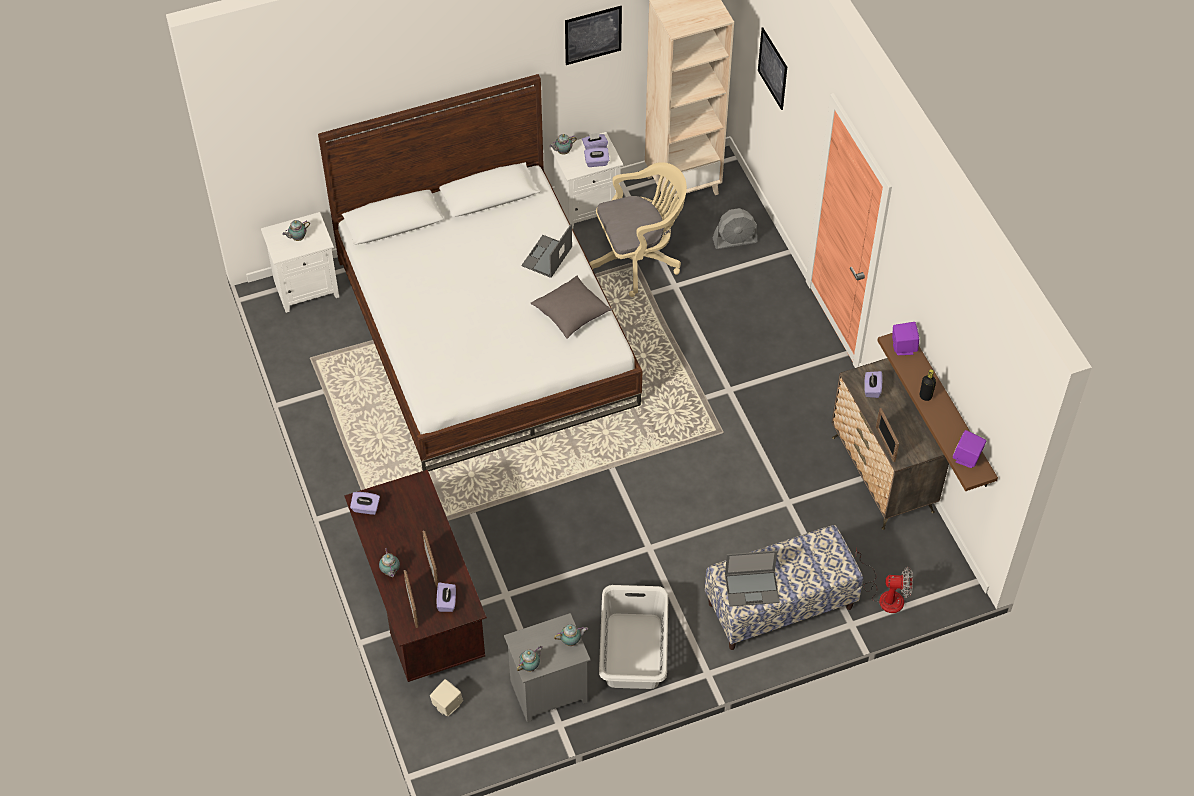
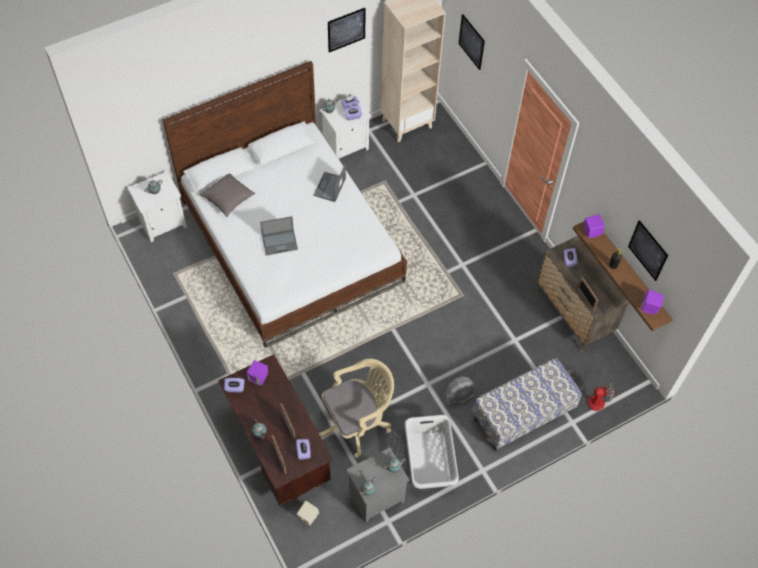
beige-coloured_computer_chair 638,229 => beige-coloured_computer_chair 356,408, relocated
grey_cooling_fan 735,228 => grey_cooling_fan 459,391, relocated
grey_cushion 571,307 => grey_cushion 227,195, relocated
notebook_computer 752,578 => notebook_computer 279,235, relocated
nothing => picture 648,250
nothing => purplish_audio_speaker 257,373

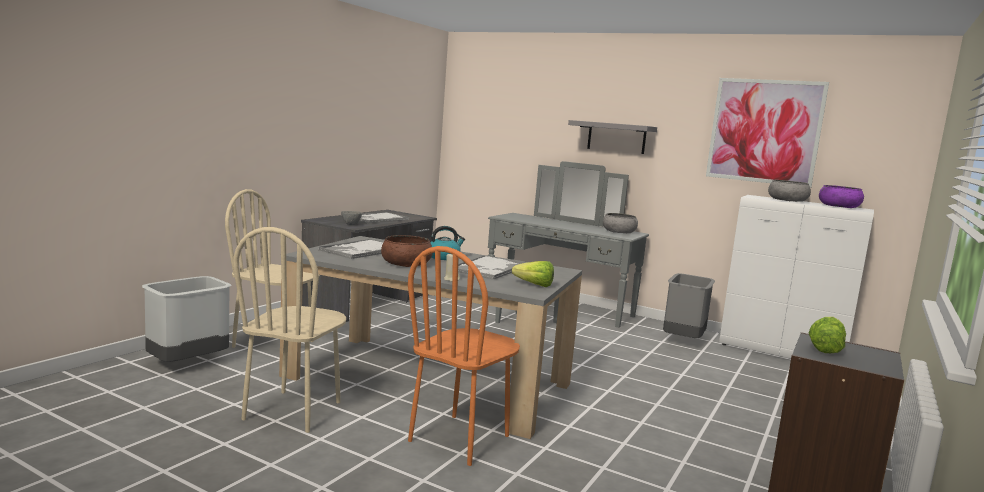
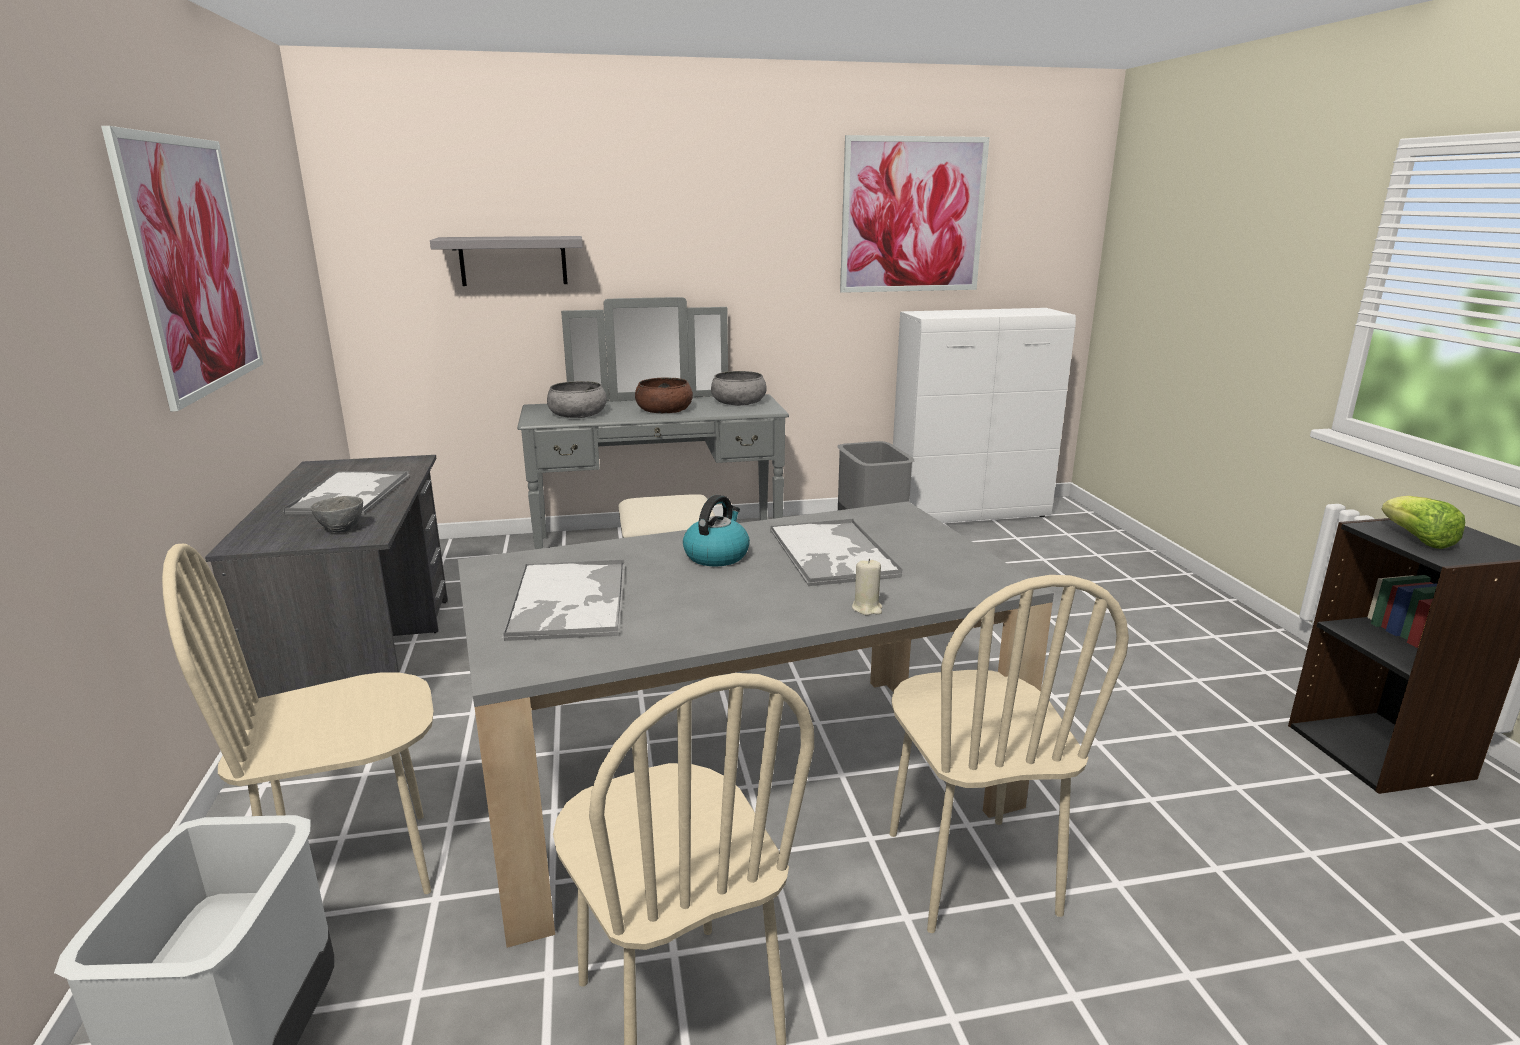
grey_shelf 612,137 => grey_shelf 506,261, relocated
grey_deep_dish 789,191 => grey_deep_dish 577,399, relocated
purplish_deep_dish 841,196 => nothing
brown_deep_dish 407,251 => brown_deep_dish 664,395, relocated
orange_chair 464,356 => beige-coloured_chair 1009,754
lettuce_head 533,274 => nothing
nothing => picture 182,268

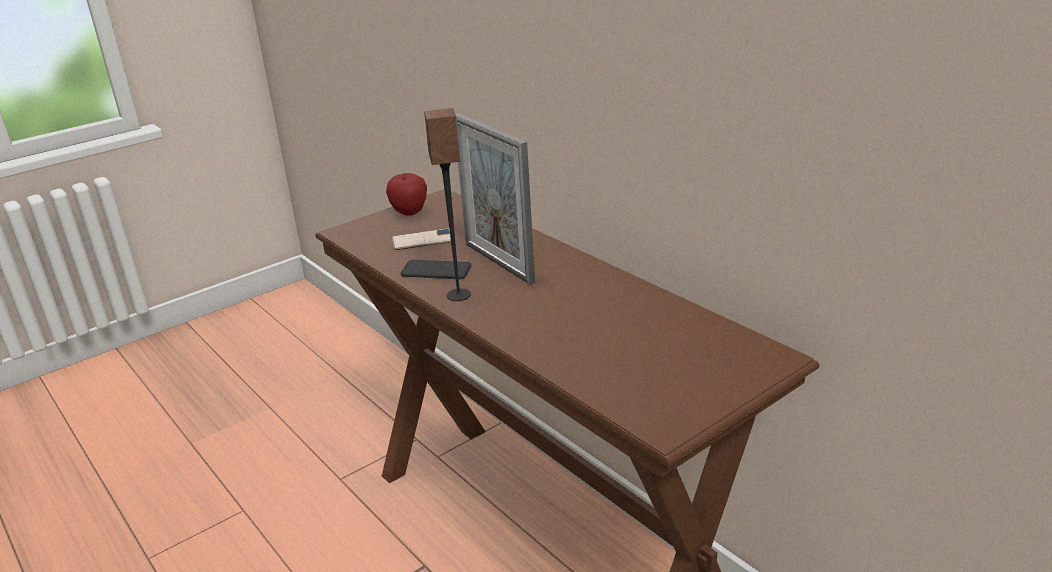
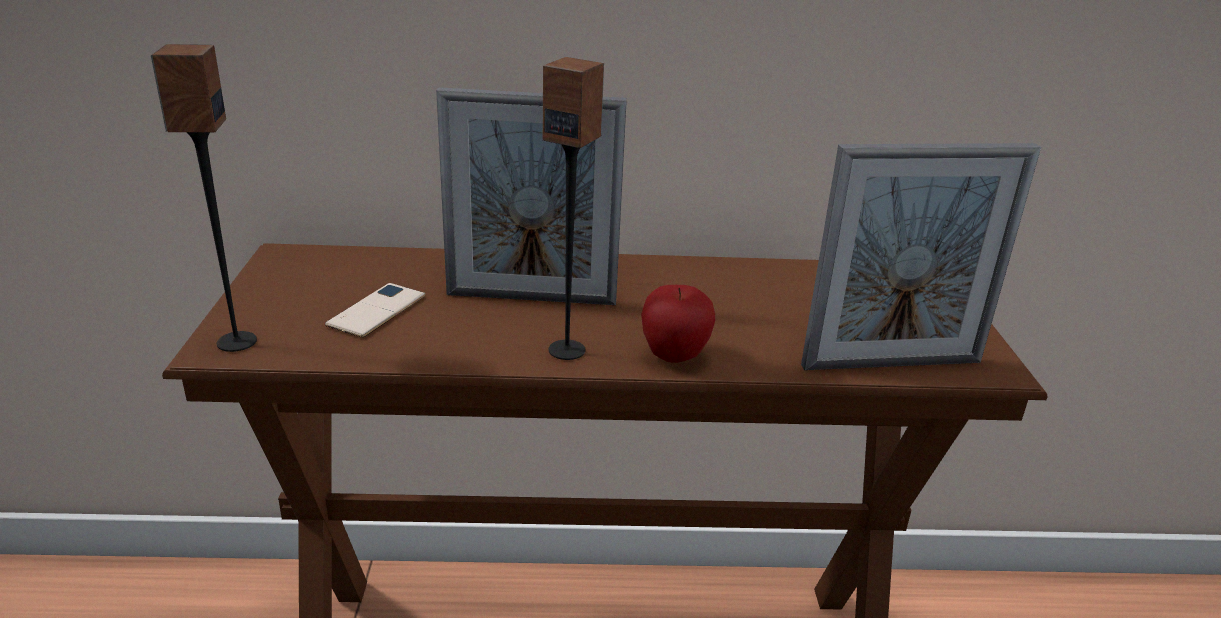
whole_apple 406,194 => whole_apple 678,324, relocated
telephone 435,269 => nothing
nothing => audio_speaker 204,198
nothing => standing_frame 921,256

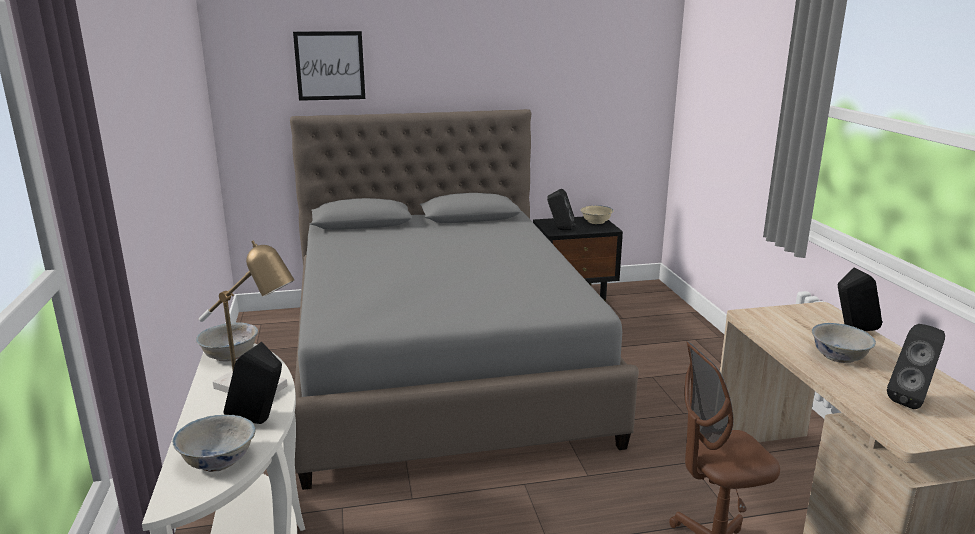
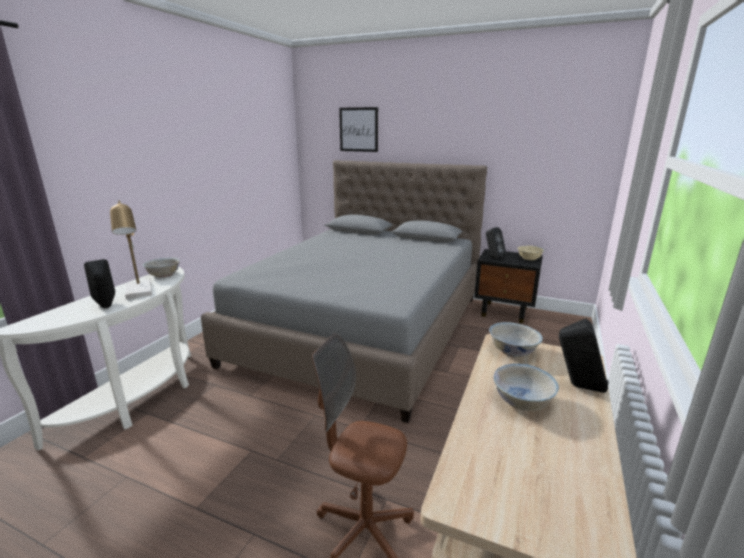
black_audio_speaker 916,366 => nothing
white_deep_dish 214,443 => white_deep_dish 516,339, relocated

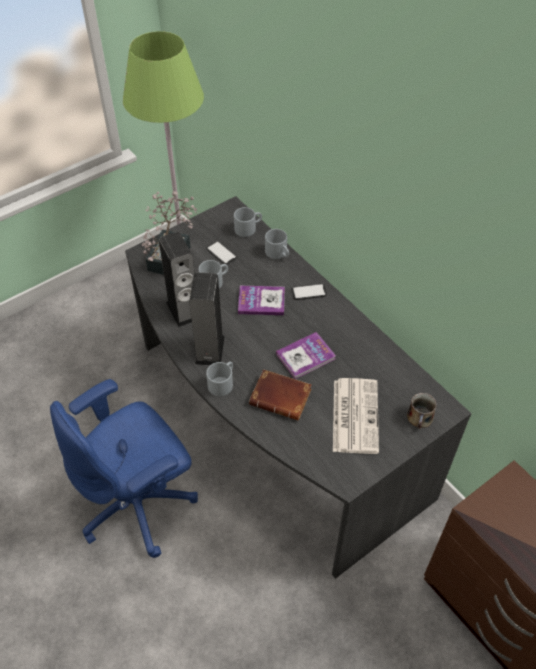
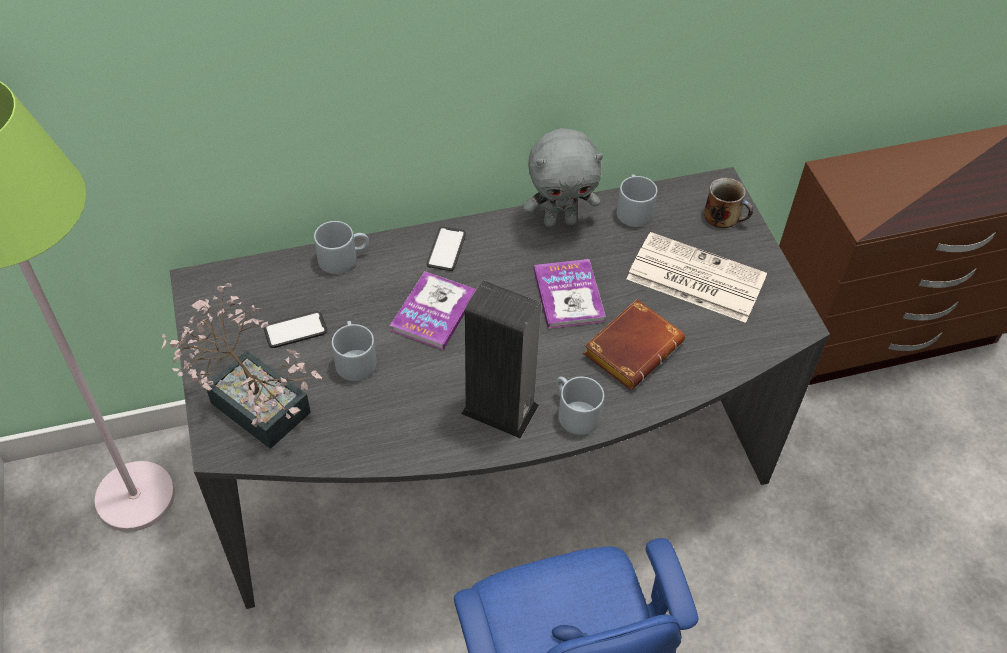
grey_tea_mug 248,222 => grey_tea_mug 637,200, relocated
audio_speaker 177,279 => nothing
nothing => grey_cuddly_toy 563,178

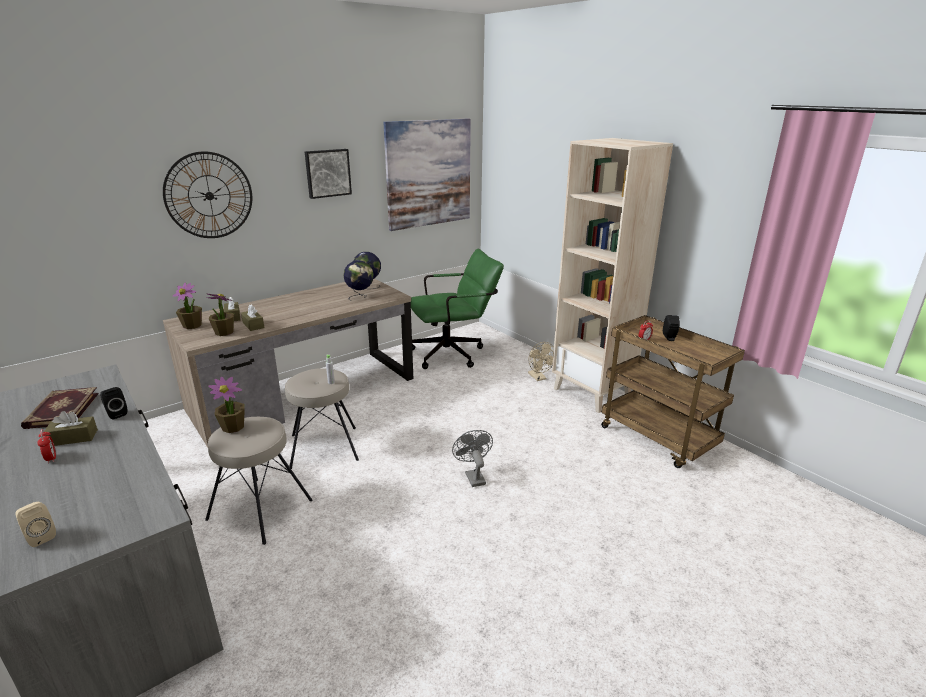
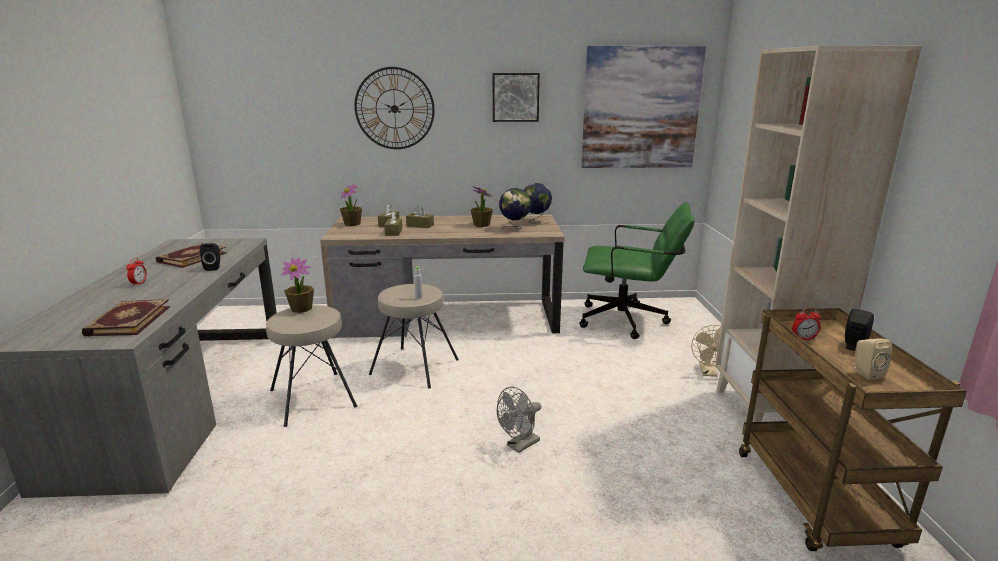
plant_in_a_pot 220,314 => plant_in_a_pot 482,206, relocated
brown_box_of_tissues 71,428 => brown_box_of_tissues 420,216, relocated
grey_cooling_fan 472,458 => grey_cooling_fan 519,419, 150 degrees counterclockwise
beige-coloured_audio_speaker 35,524 => beige-coloured_audio_speaker 872,359, relocated
nothing => book 126,318

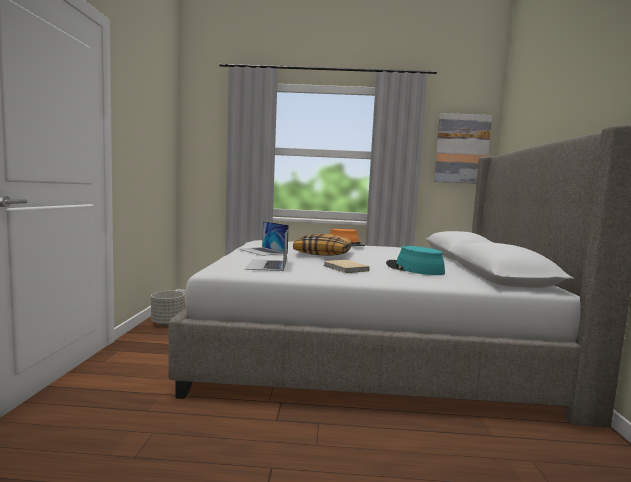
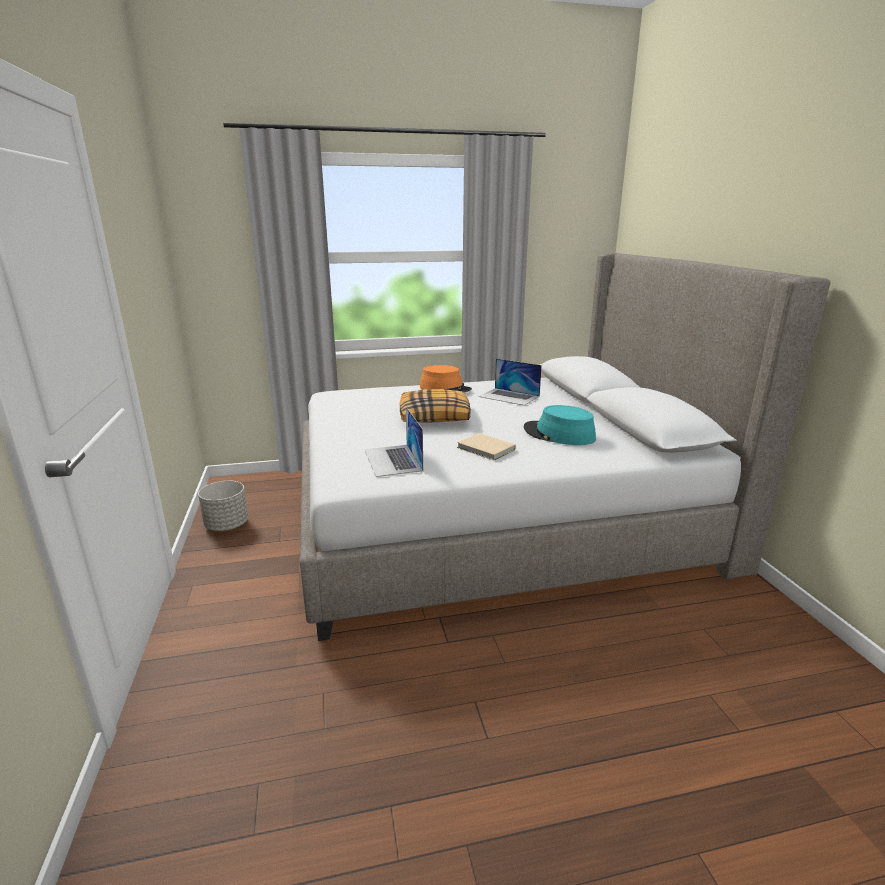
picture 463,148 => nothing
notebook_computer 264,238 => notebook_computer 510,382, relocated

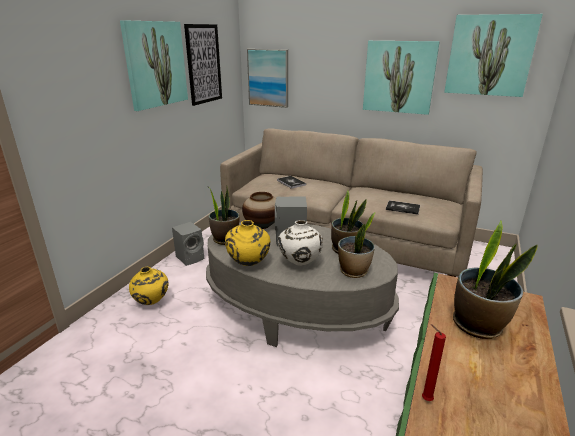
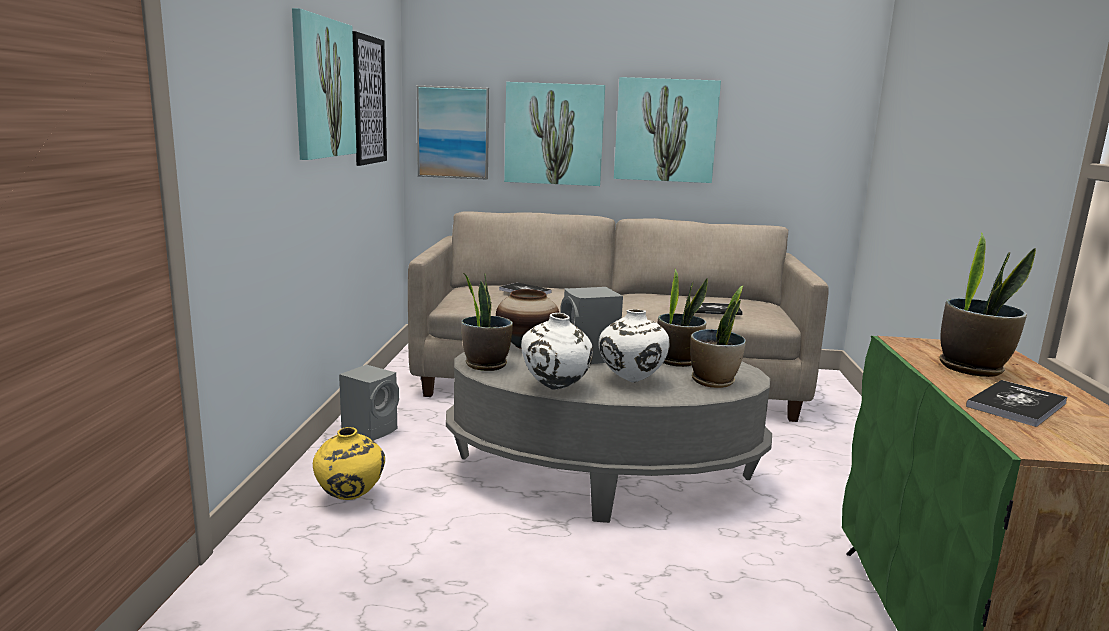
picture 493,55 => picture 554,134, relocated
yellow-coloured_decorative_vase 247,243 => white_decorative_vase 557,351
reddish_wax_candle 434,362 => nothing
nothing => book 1016,403

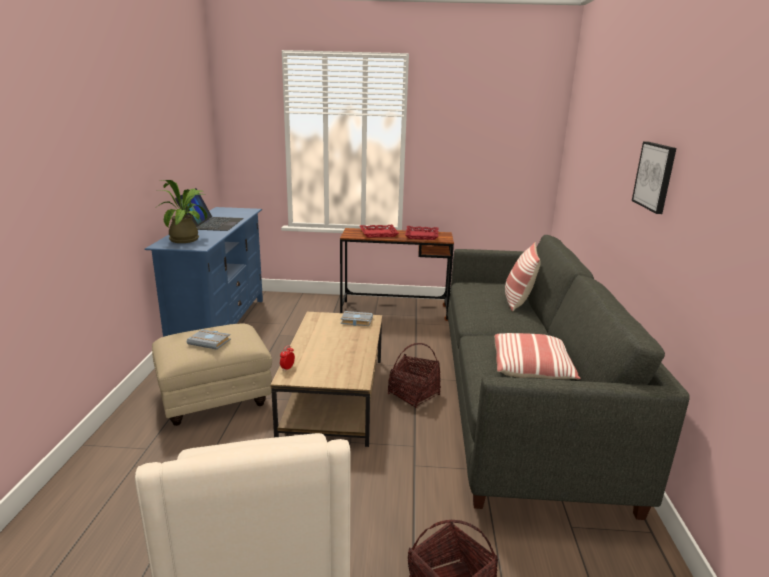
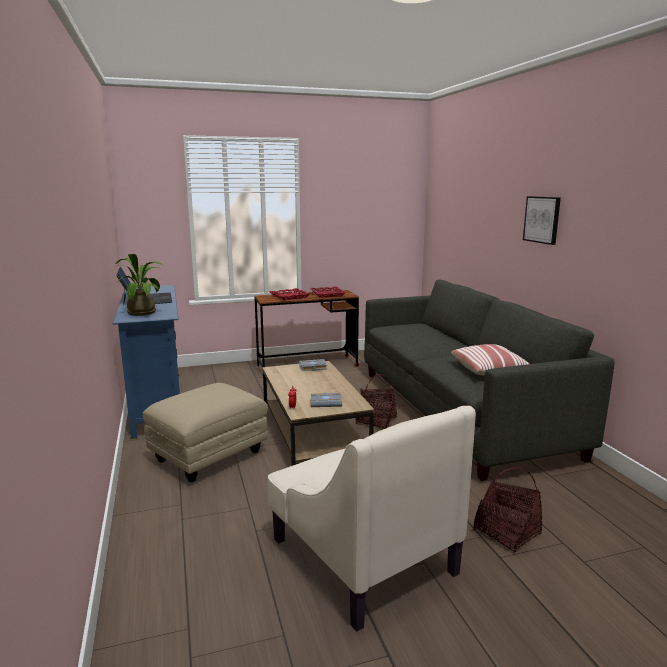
cushion 523,276 => nothing
grey_book 209,339 => grey_book 326,400, relocated

